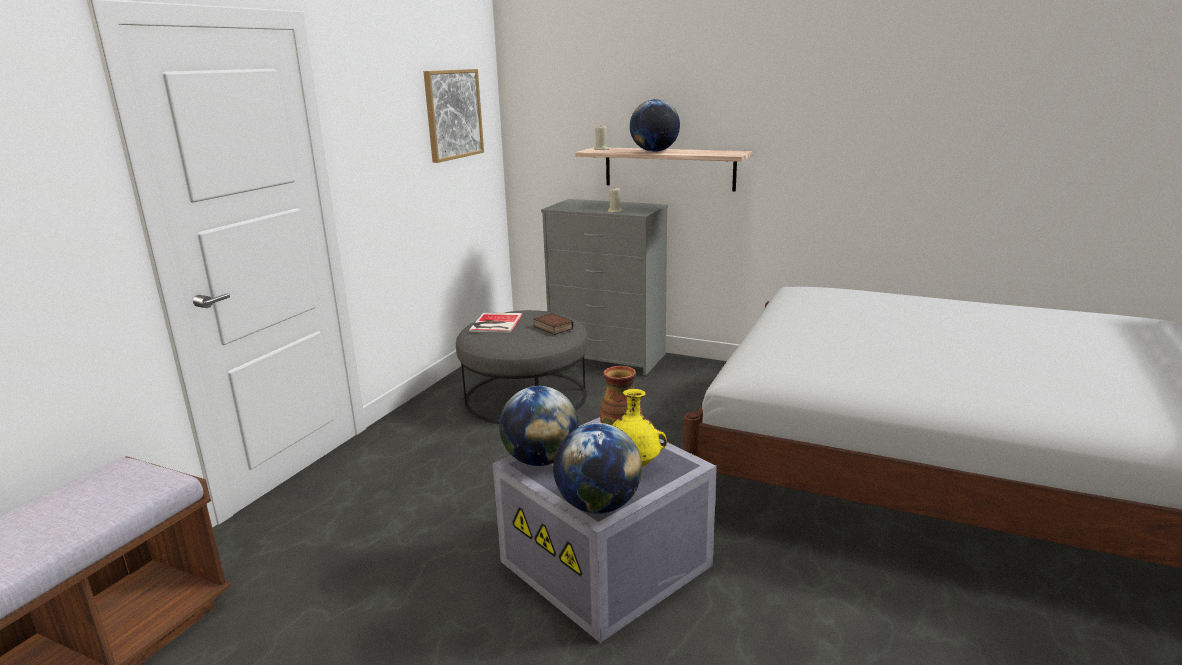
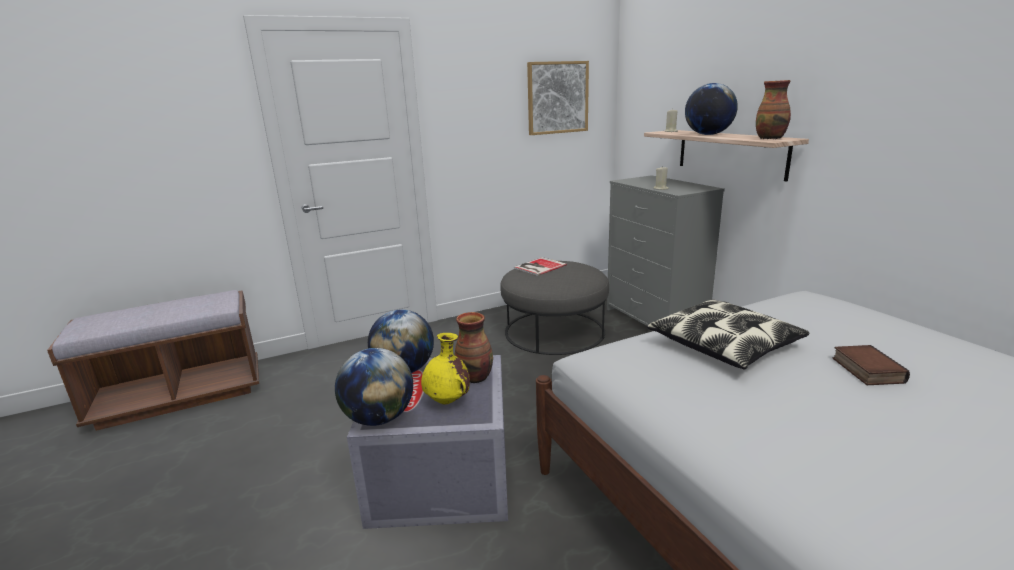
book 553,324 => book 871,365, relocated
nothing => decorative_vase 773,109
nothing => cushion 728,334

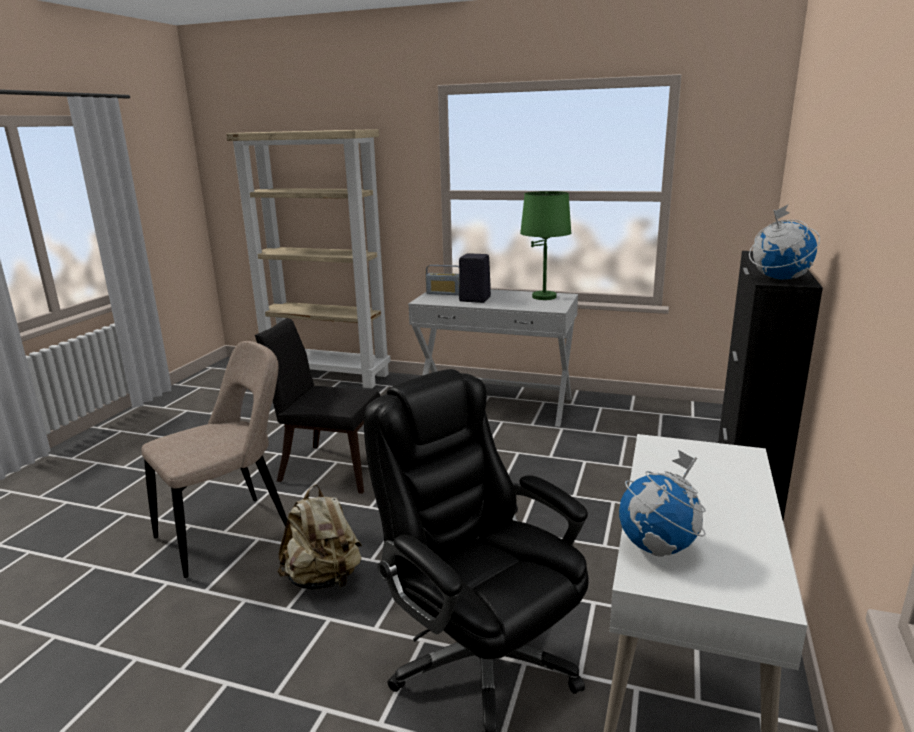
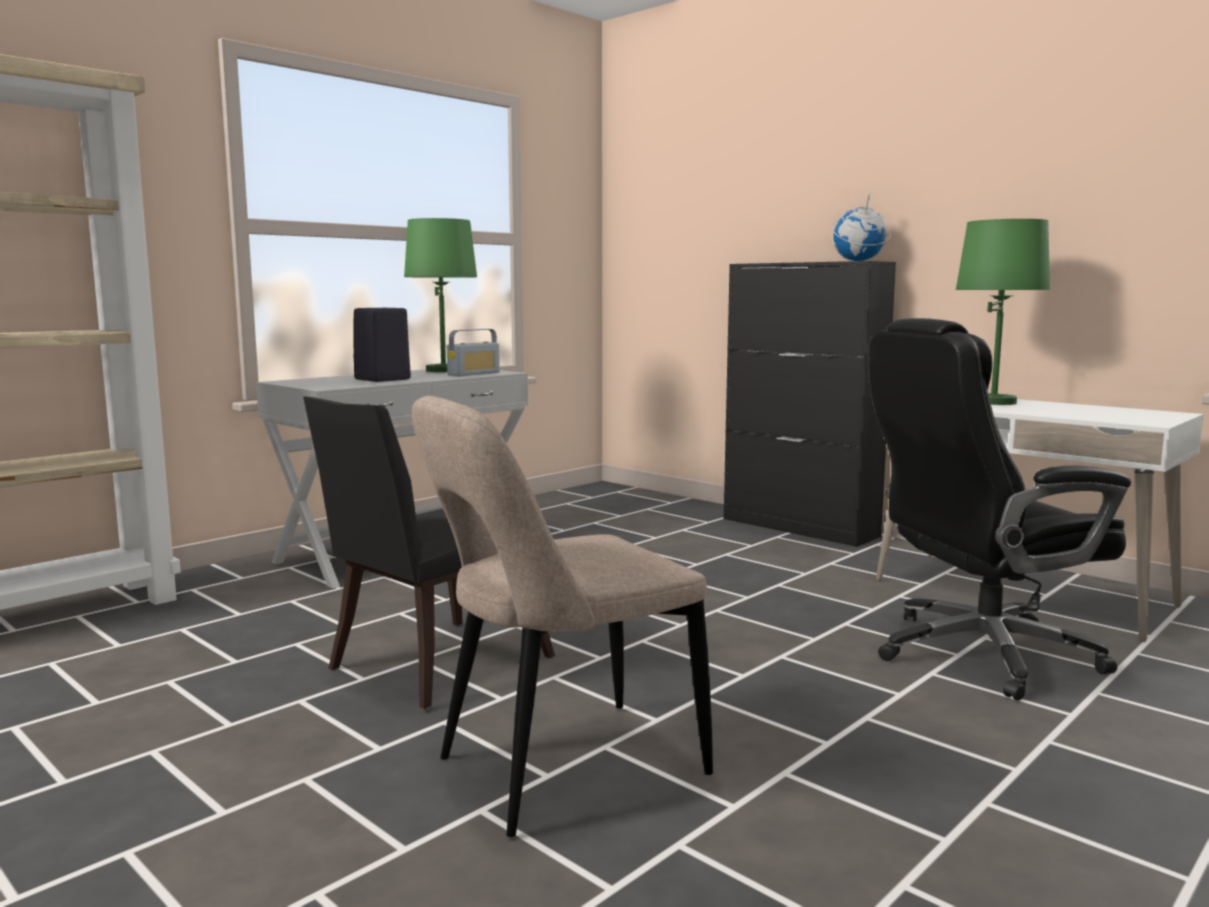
radio_set 442,280 => radio_set 473,352, relocated
beige-coloured_chair 215,459 => beige-coloured_chair 562,616, 105 degrees counterclockwise
world_globe 662,503 => nothing
beige-coloured_rucksack 319,537 => nothing
nothing => green_table_lamp 1003,312

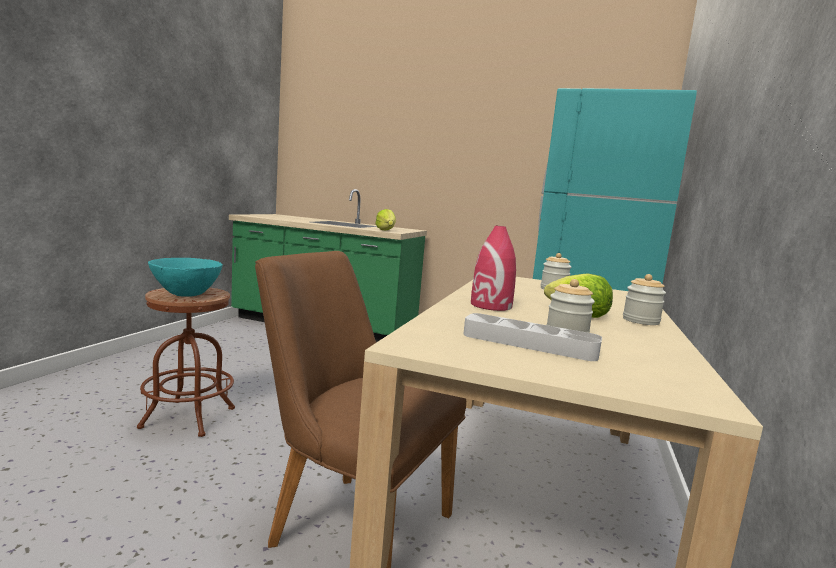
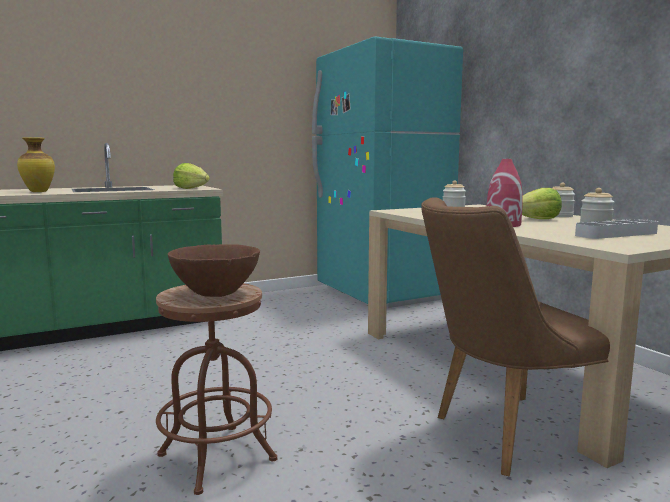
turquoise-coloured_deep_dish 185,277 => brown_deep_dish 214,270
nothing => decorative_vase 36,164

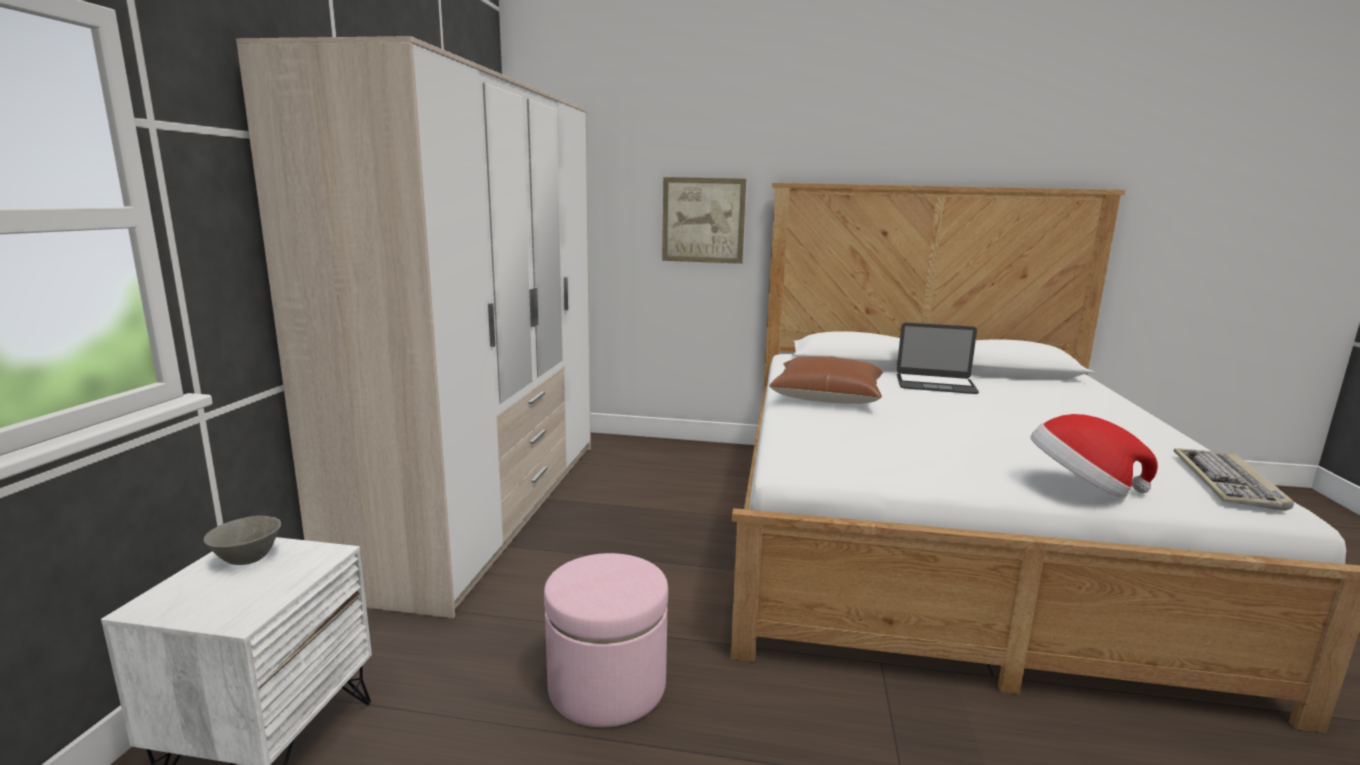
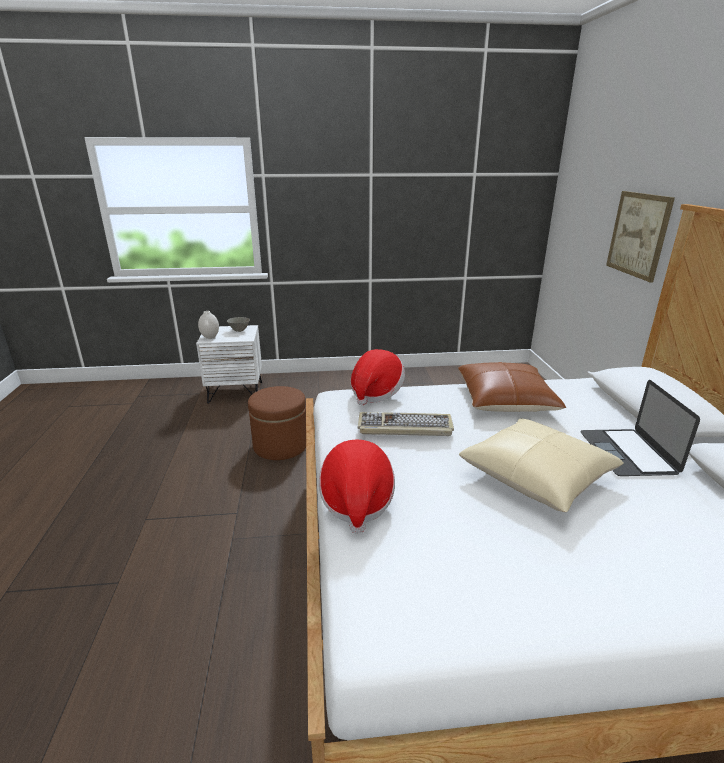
clothes_cupboard 413,327 => nothing
computer_keyboard 1234,479 => computer_keyboard 406,424, relocated
pink_footrest 606,640 => brown_footrest 277,423
nothing => white_decorative_vase 208,325
nothing => wearable_hat 377,377
nothing => beige-coloured_cushion 541,465

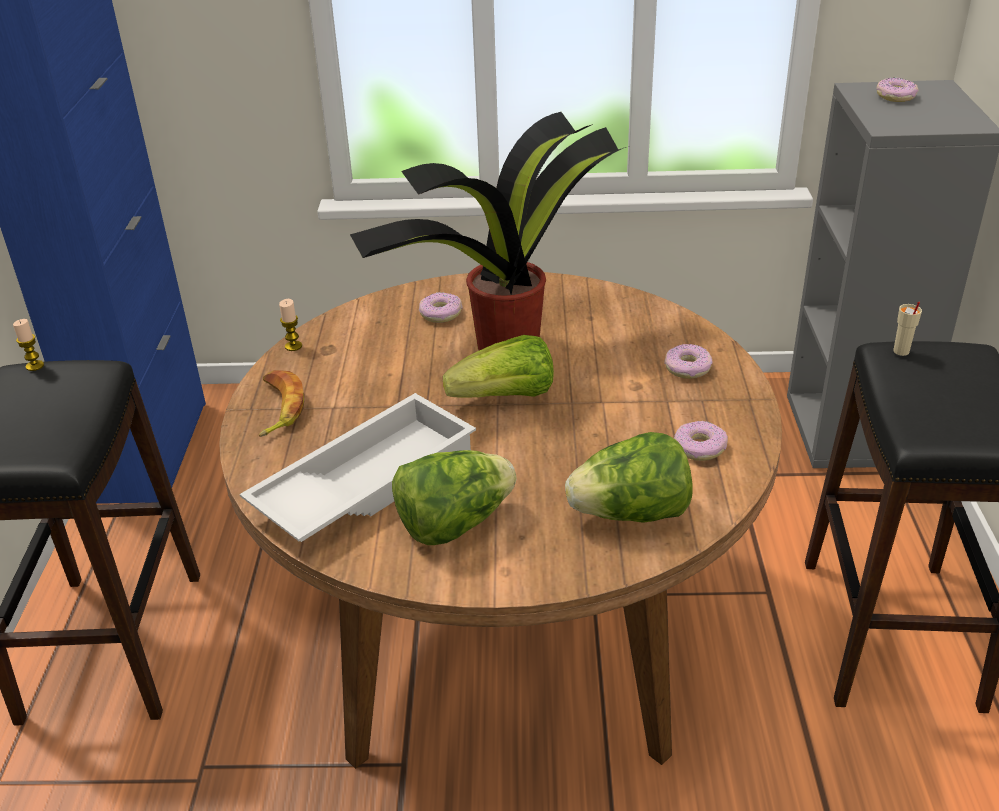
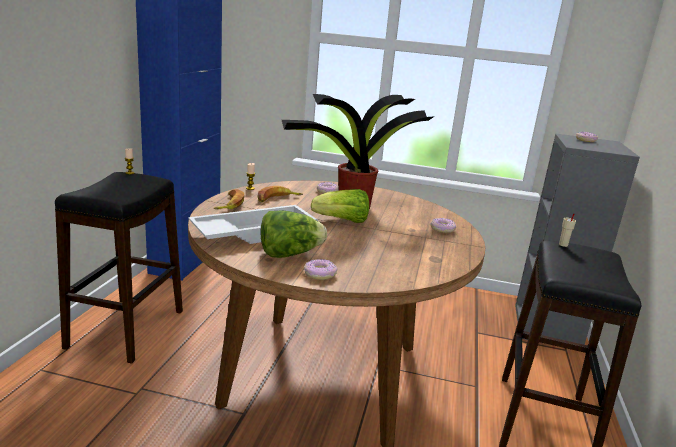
ring_doughnut 701,441 => ring_doughnut 321,269, relocated
lettuce_head 629,477 => nothing
nothing => banana 280,194

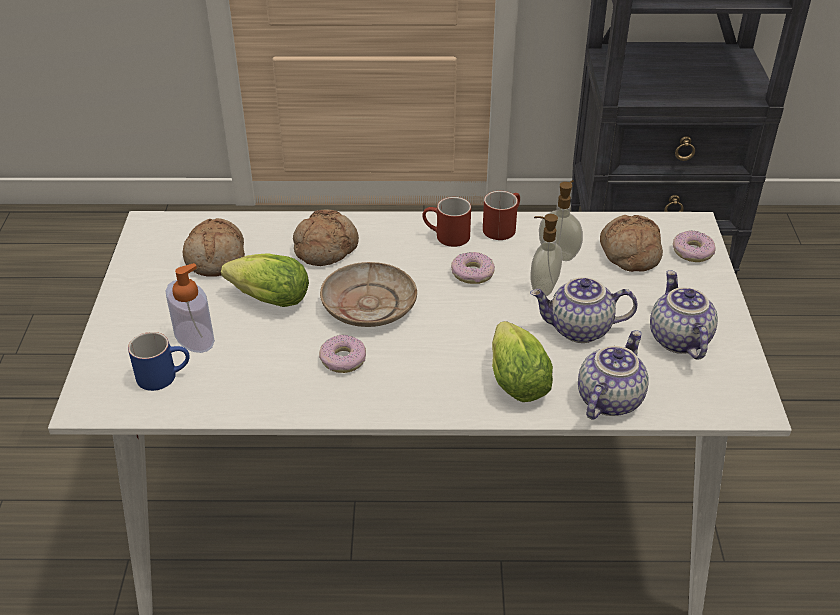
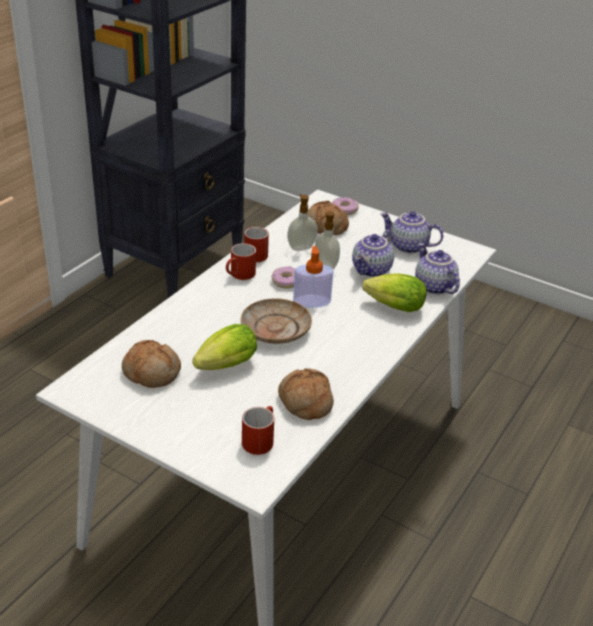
bread 326,237 => bread 306,394, relocated
liquid_soap_bottle 190,308 => liquid_soap_bottle 313,277, relocated
bluish_tea_mug 159,361 => reddish_tea_mug 258,430
ring_doughnut 342,353 => nothing

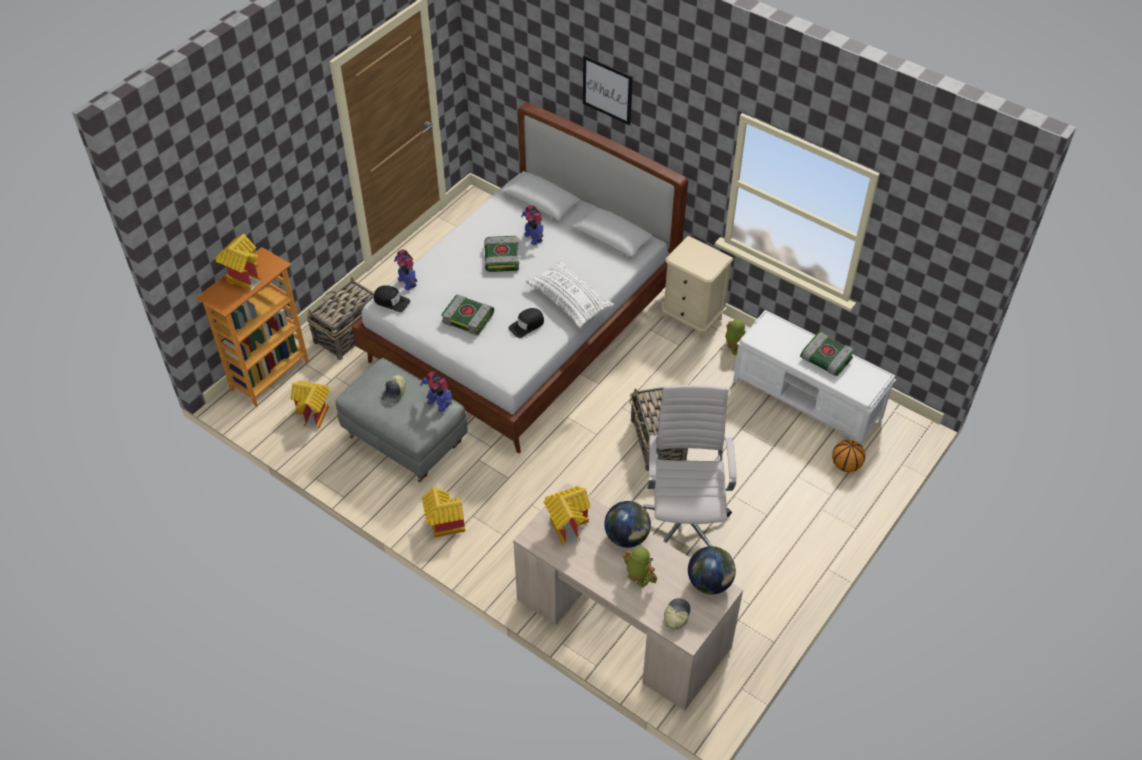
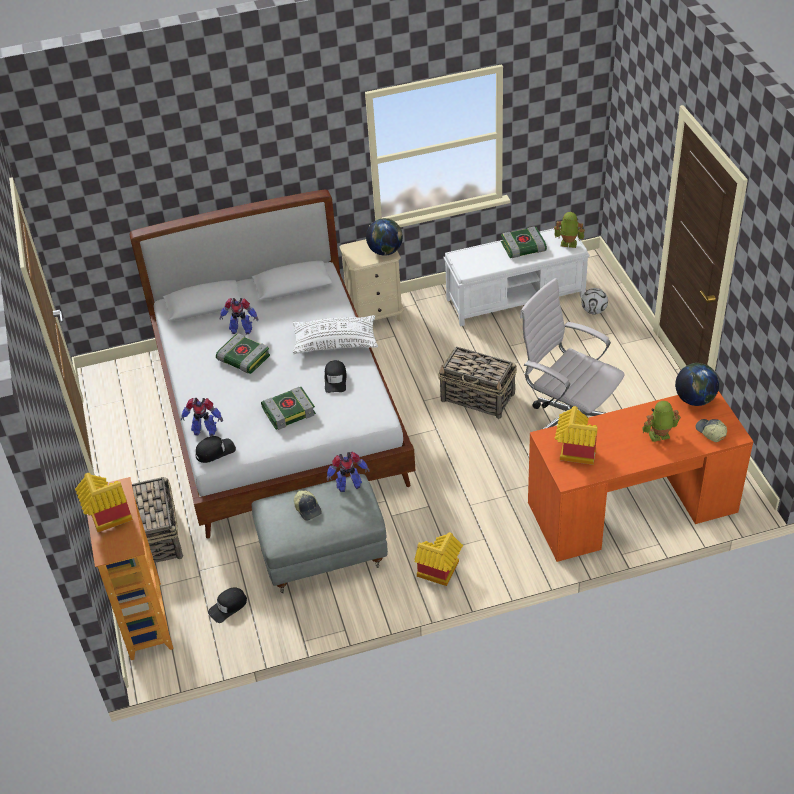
picture 608,90 => nothing
robot_figure 735,337 => robot_figure 569,230, relocated
model_house 310,405 => black_cap 227,605
basketball_ball 848,456 => ball_for_football 594,301
beige-coloured_desk_table 628,596 => orange_desk_table 640,476
world_globe 627,524 => world_globe 384,237, relocated

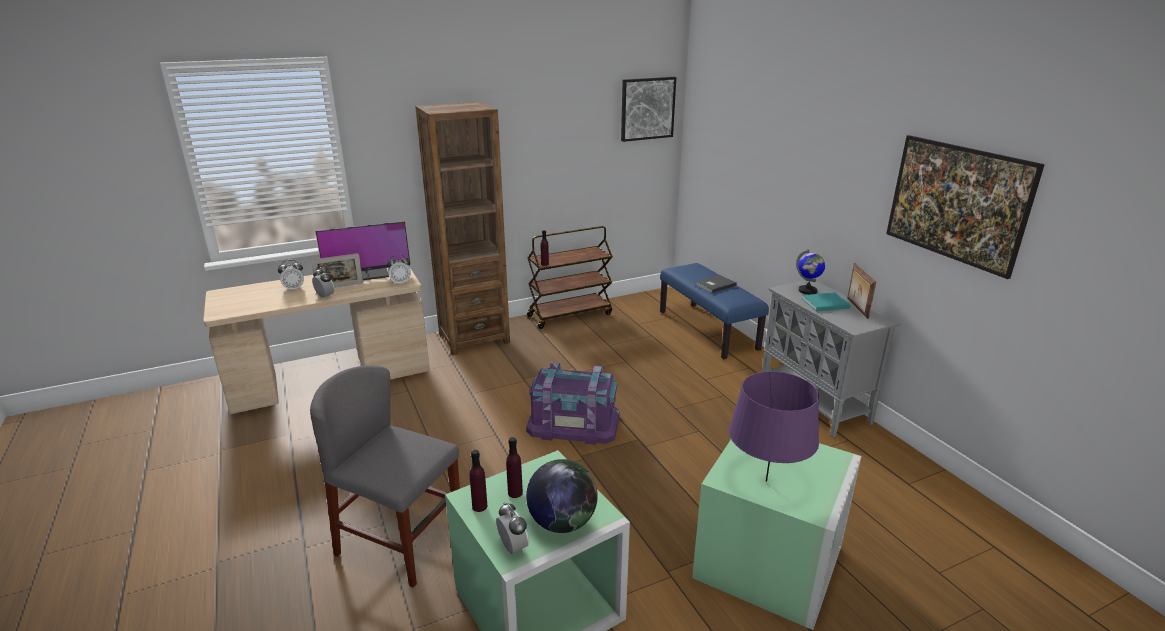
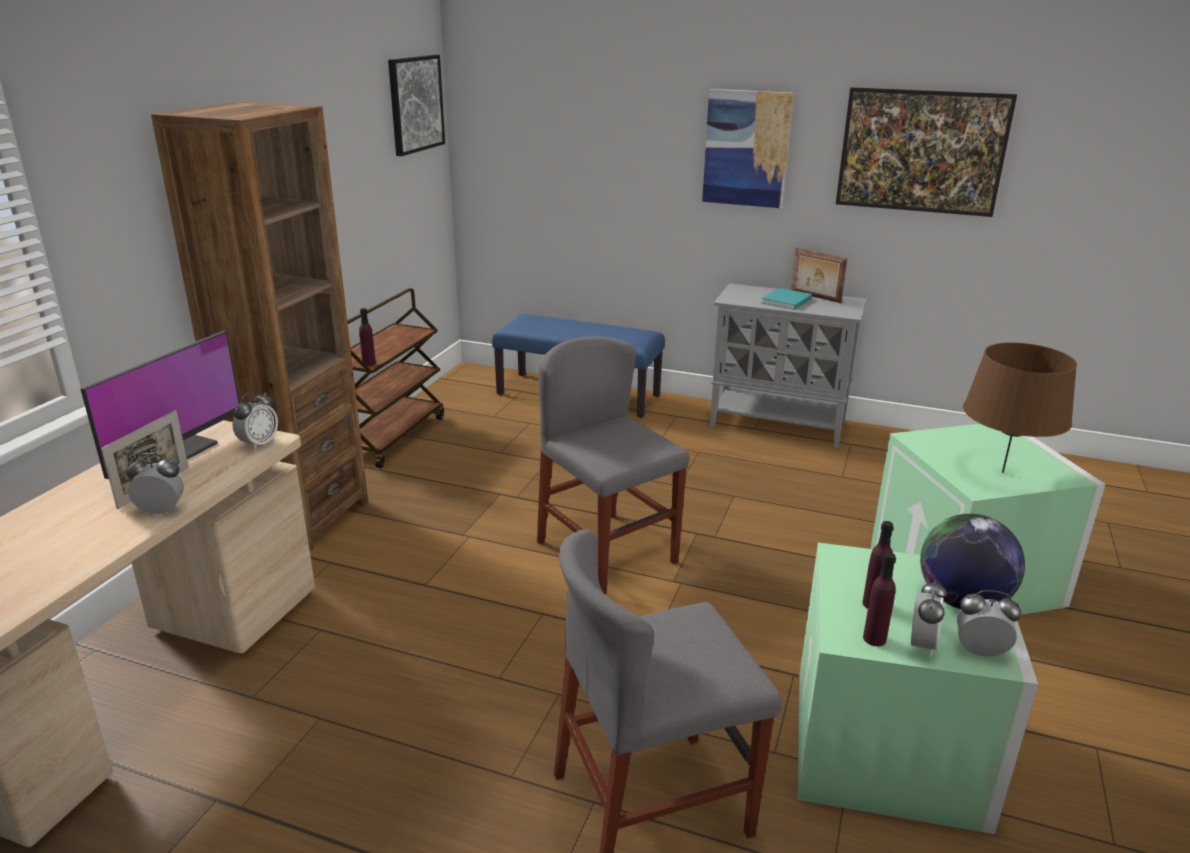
world_globe 810,272 => nothing
table_clock 291,275 => table_clock 929,618, relocated
grey_book 716,284 => nothing
purplish_storage_container 572,404 => grey_chair 613,465
purplish_table_lamp 774,426 => brown_table_lamp 1020,408
nothing => picture 747,148

